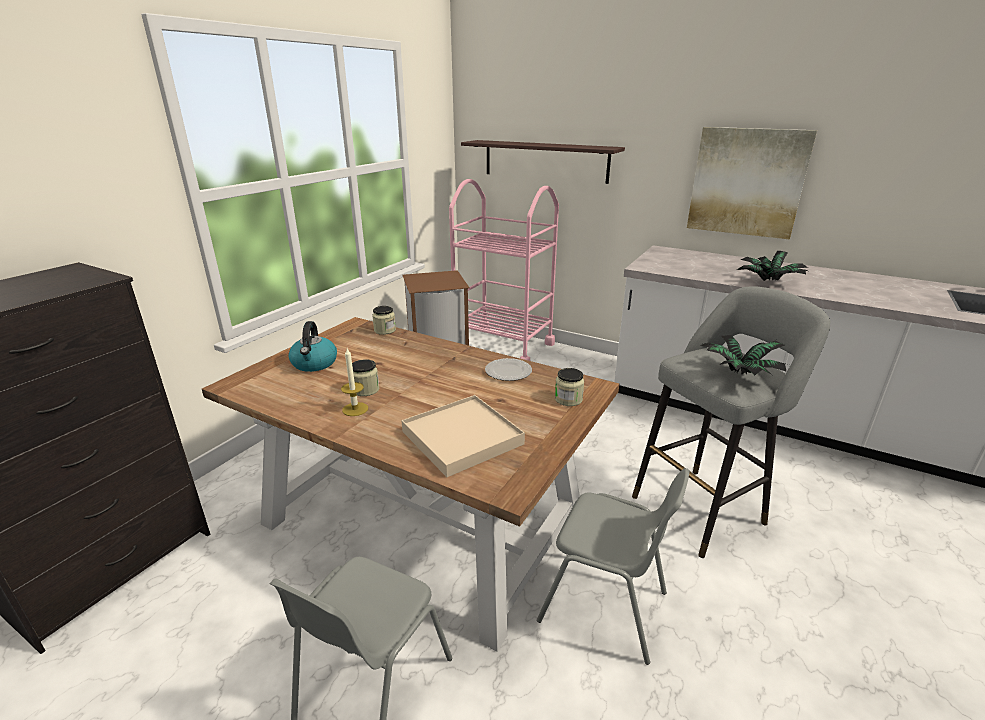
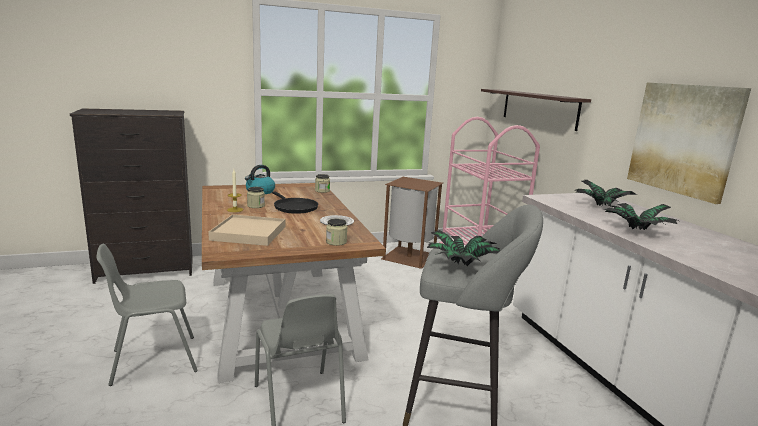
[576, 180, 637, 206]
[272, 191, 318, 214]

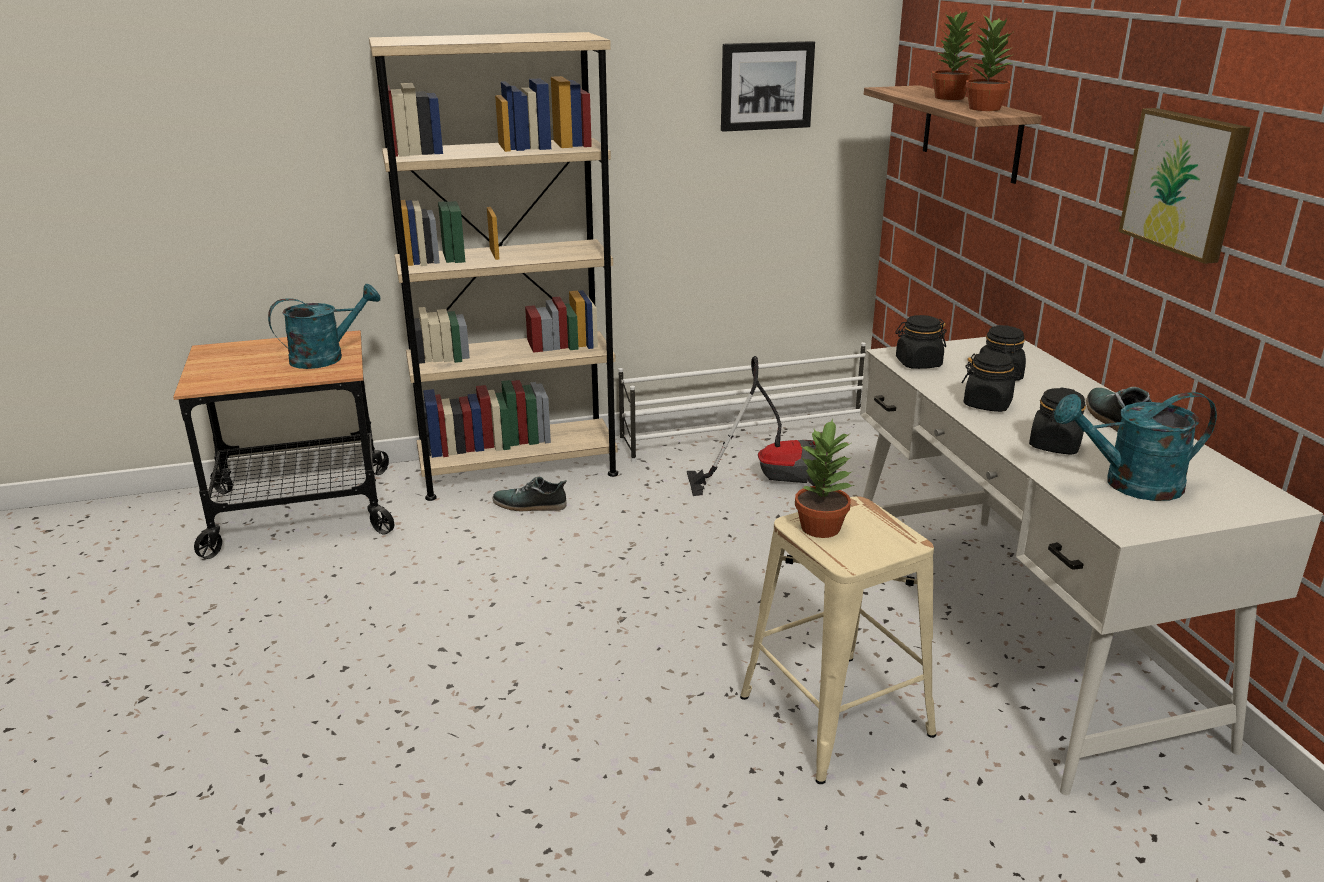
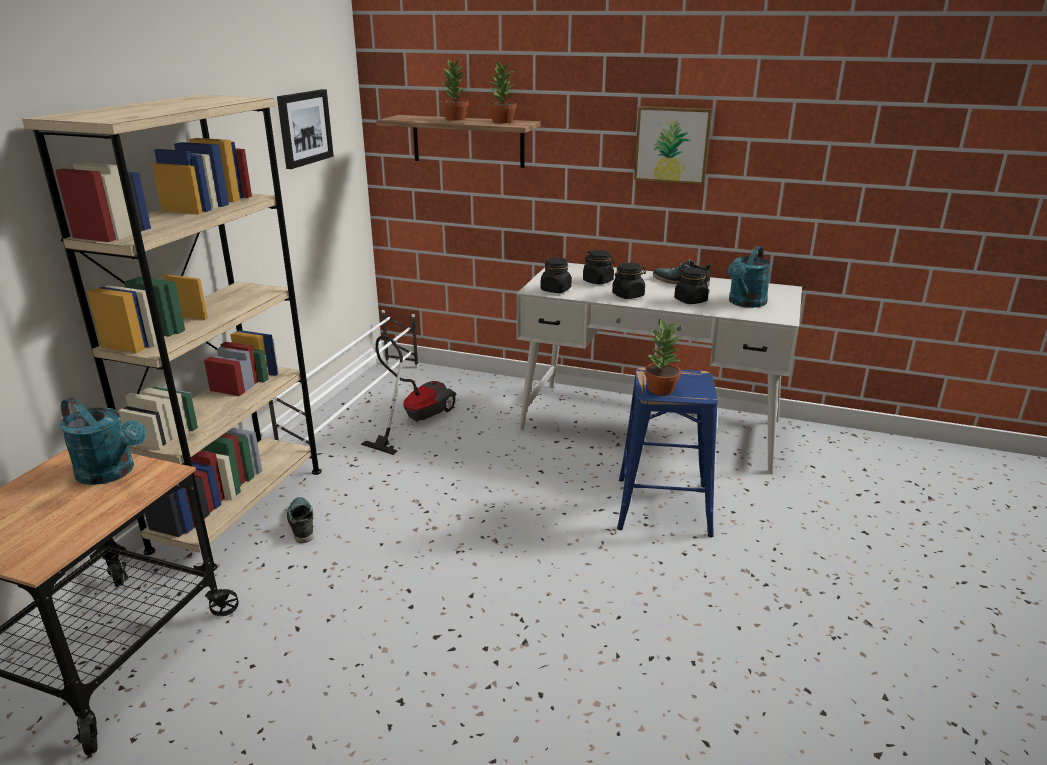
[60, 397, 146, 485]
[287, 497, 314, 543]
[617, 368, 718, 537]

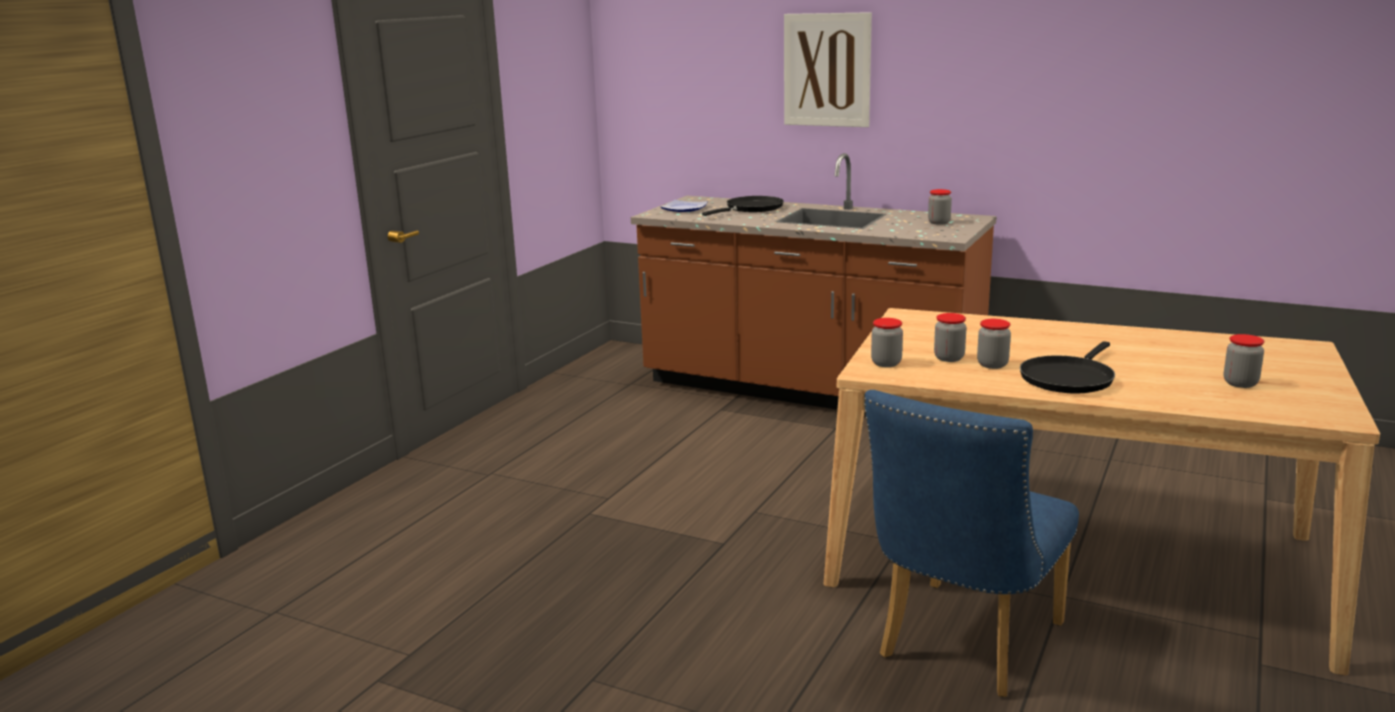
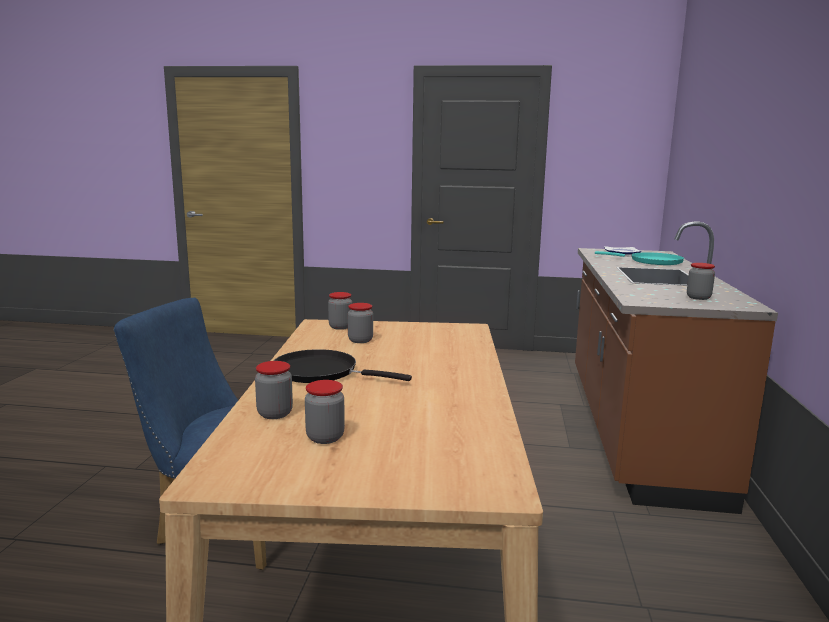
[784, 12, 872, 127] (first image)
[595, 251, 684, 265]
[255, 361, 293, 419]

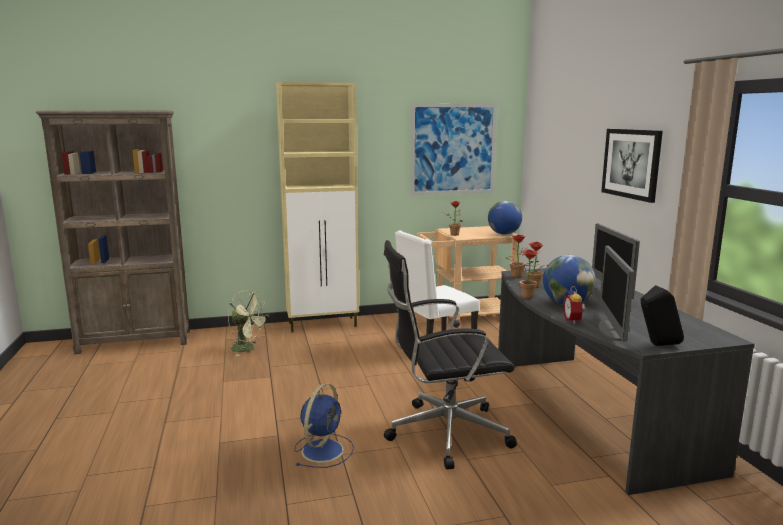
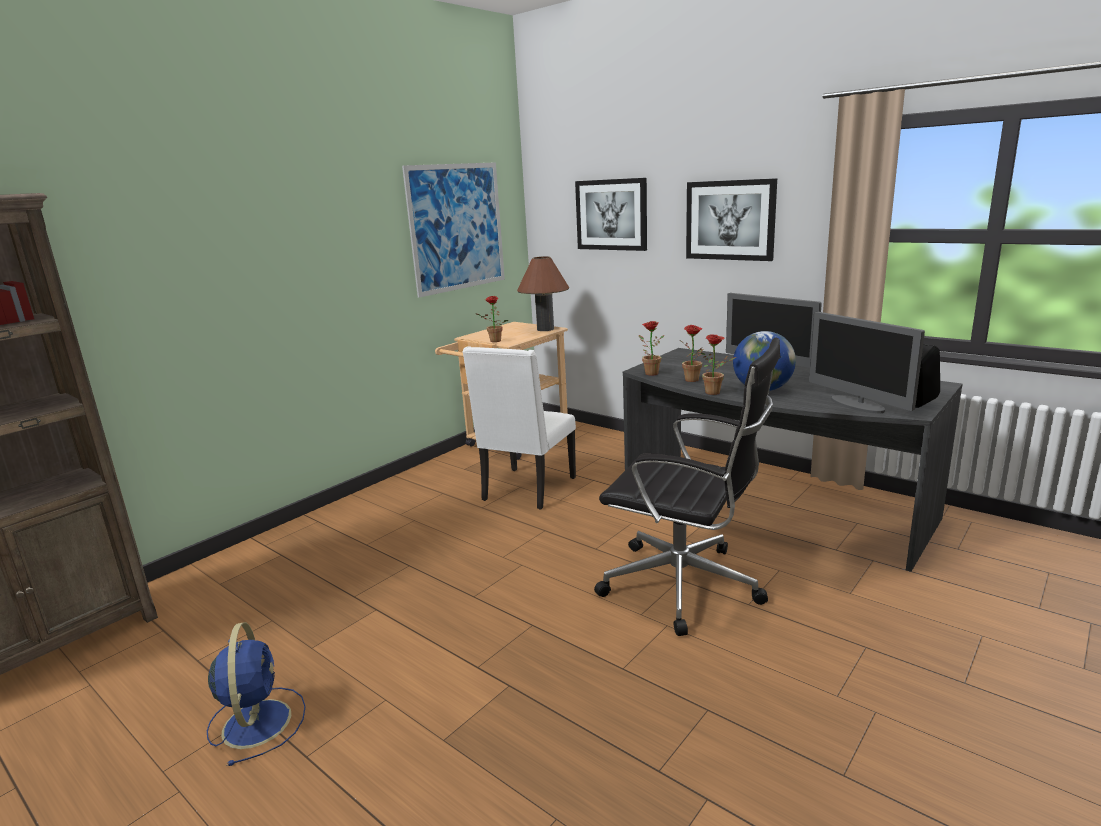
[276, 82, 359, 332] (first image)
[517, 256, 569, 331]
[594, 338, 781, 636]
[563, 286, 586, 324] (first image)
[228, 290, 268, 356] (first image)
[207, 622, 306, 766]
[575, 178, 647, 251]

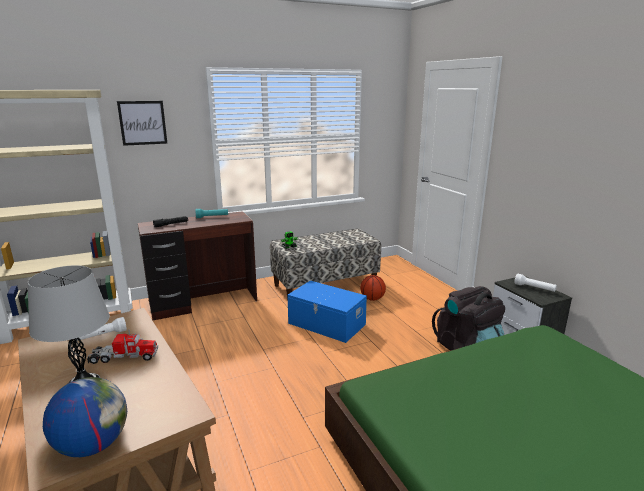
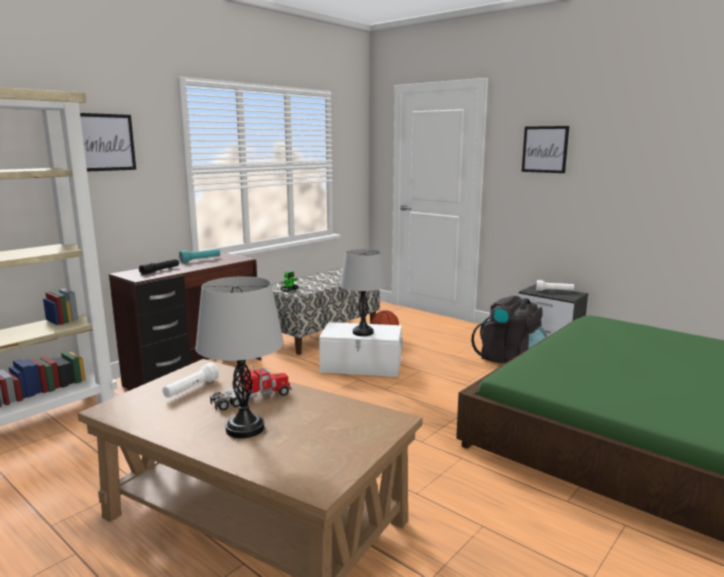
[319, 322, 403, 377]
[43, 377, 127, 457] (first image)
[522, 126, 569, 173]
[340, 249, 386, 336]

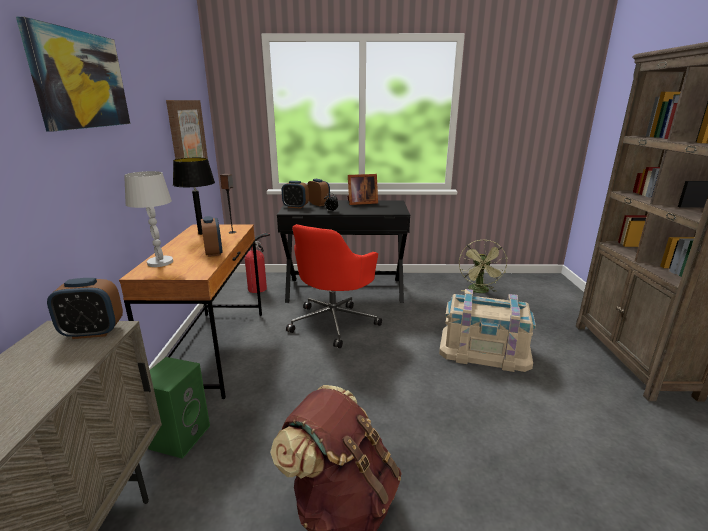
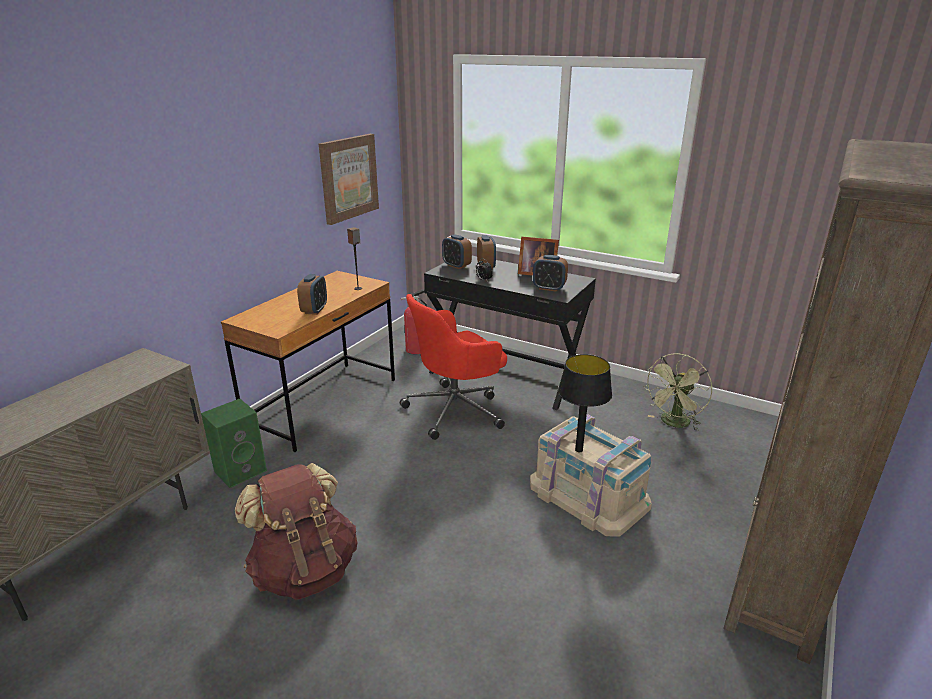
[16, 17, 130, 131] (first image)
[558, 354, 612, 452]
[124, 171, 173, 267] (first image)
[533, 255, 568, 292]

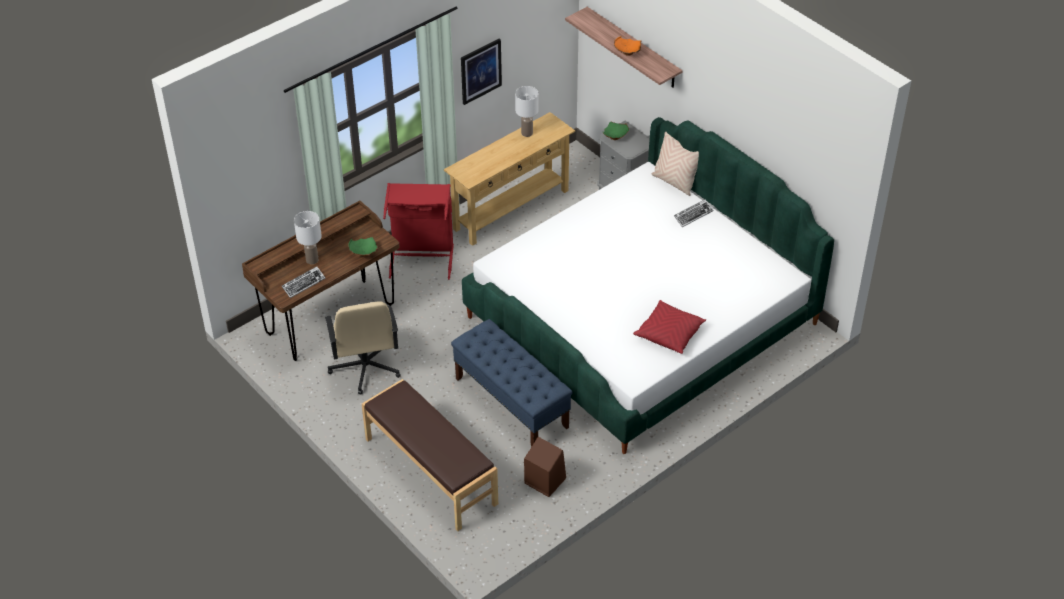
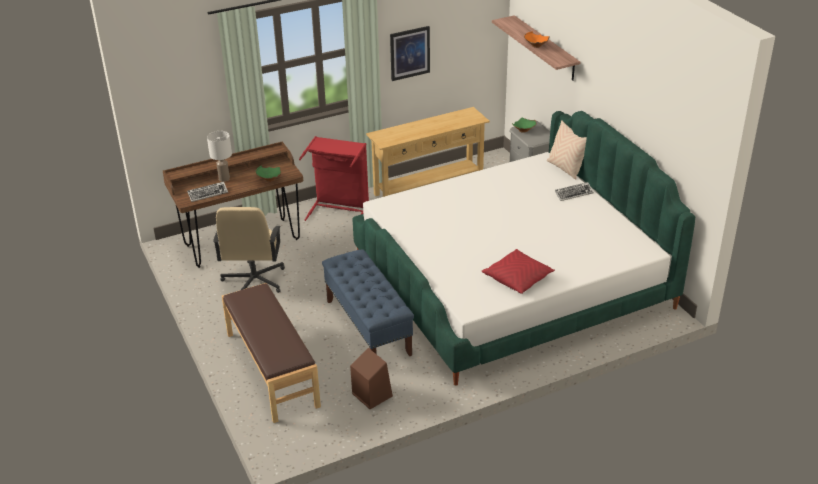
[515, 86, 539, 137] (first image)

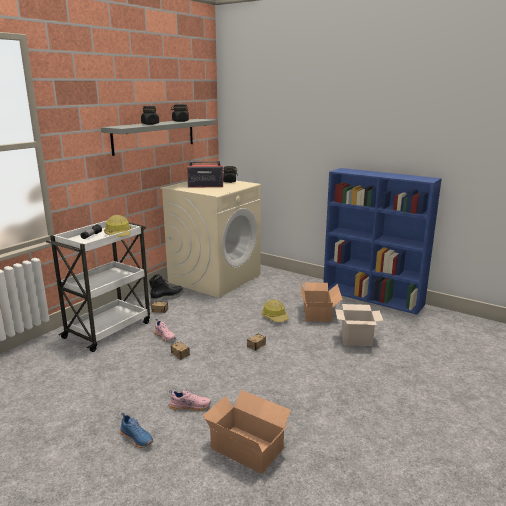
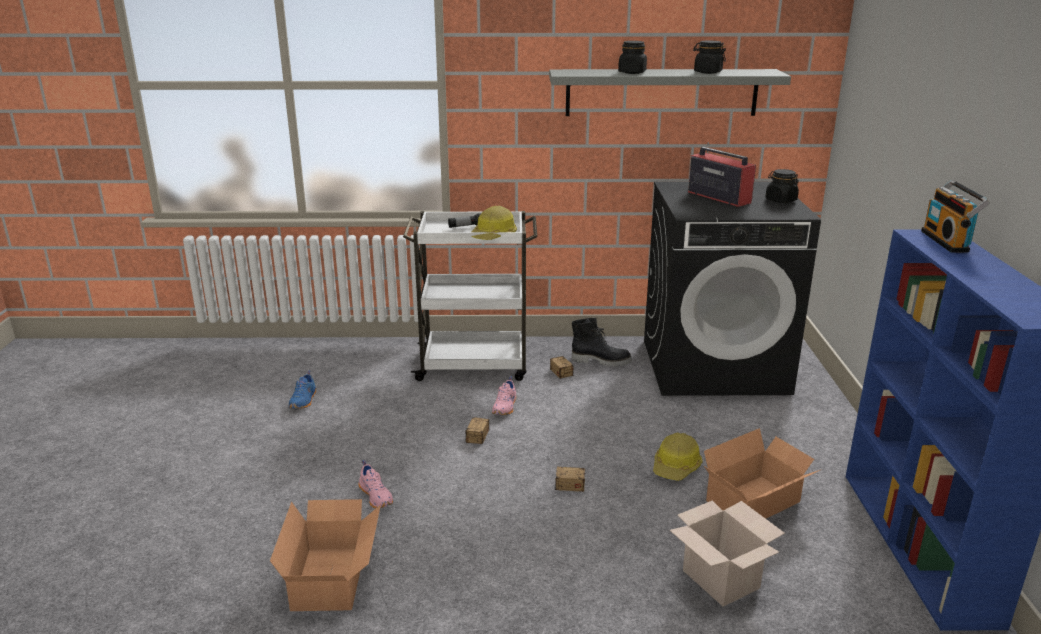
[644, 182, 821, 396]
[289, 371, 316, 409]
[921, 180, 990, 252]

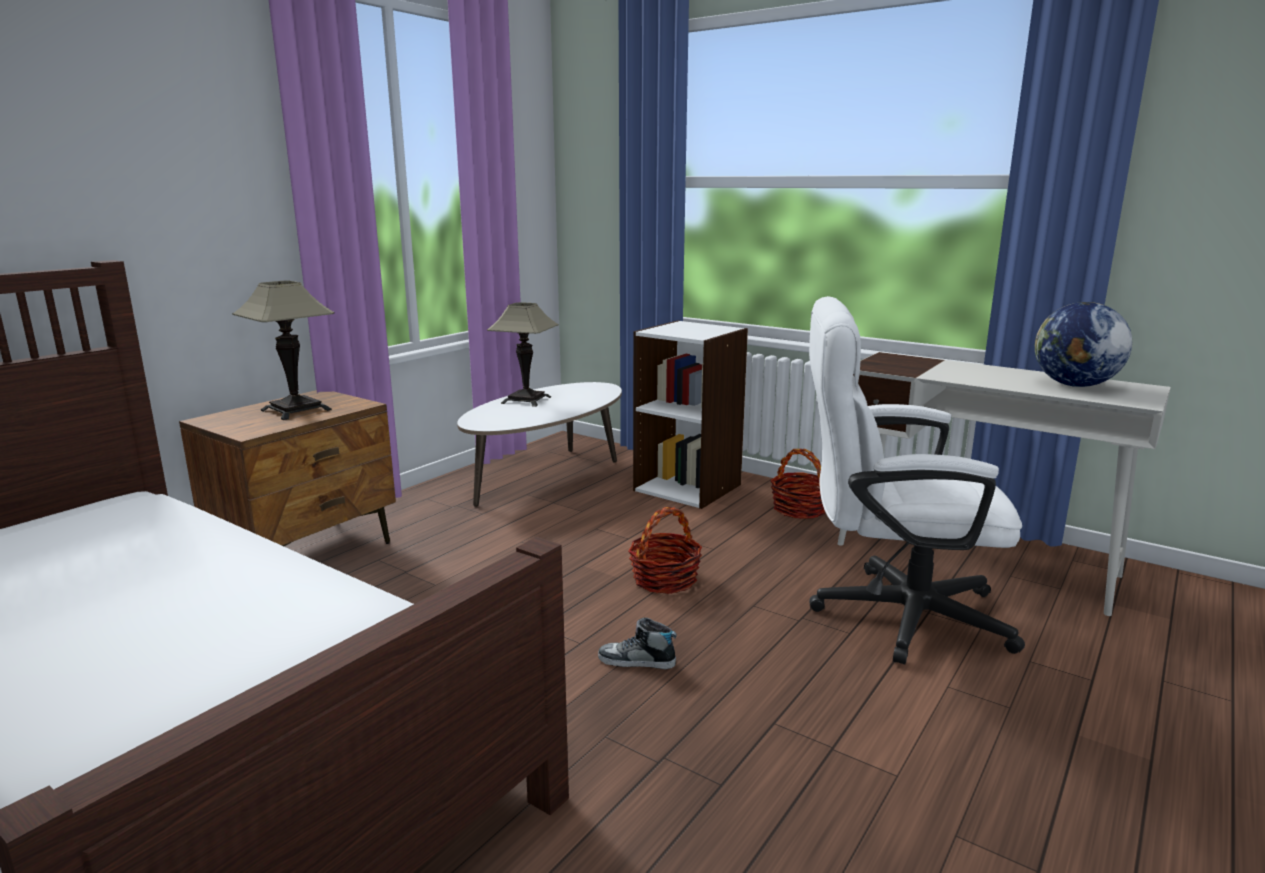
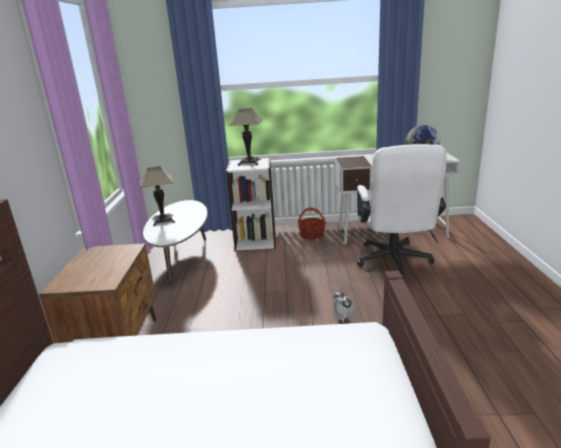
[229, 108, 263, 166]
[357, 144, 447, 278]
[628, 507, 702, 594] (first image)
[333, 290, 354, 323]

